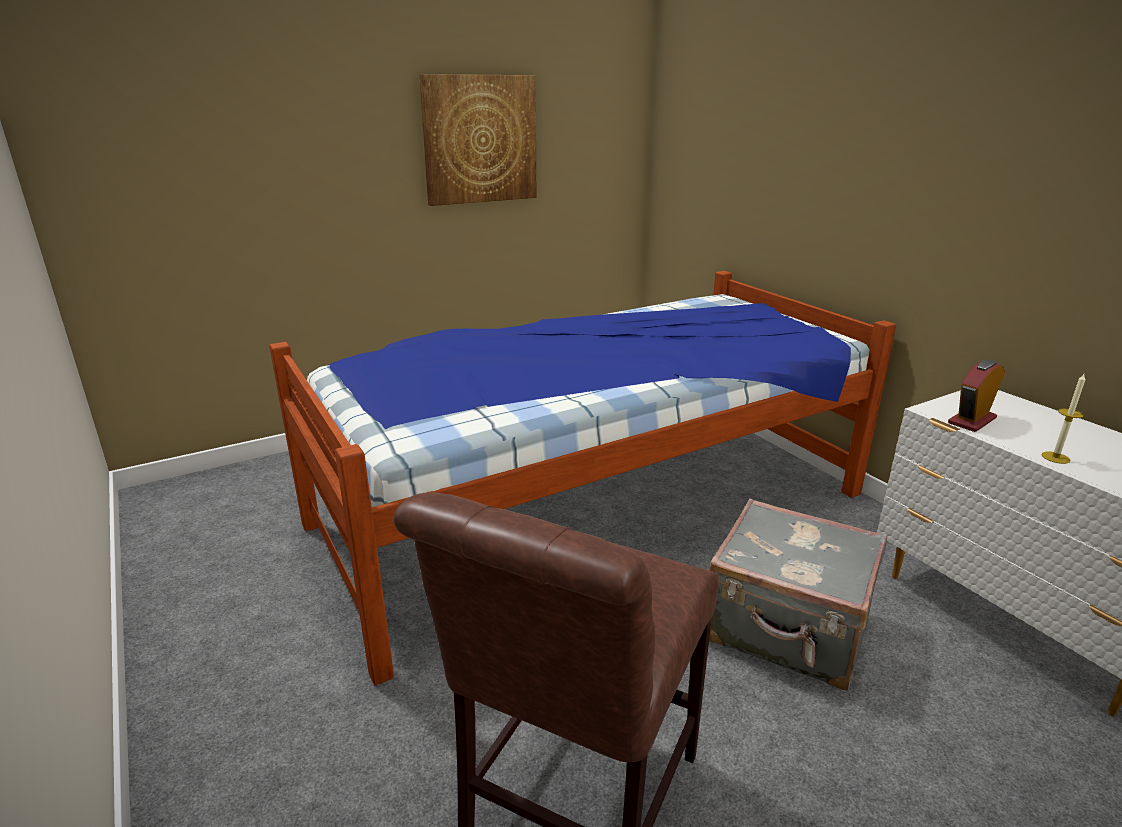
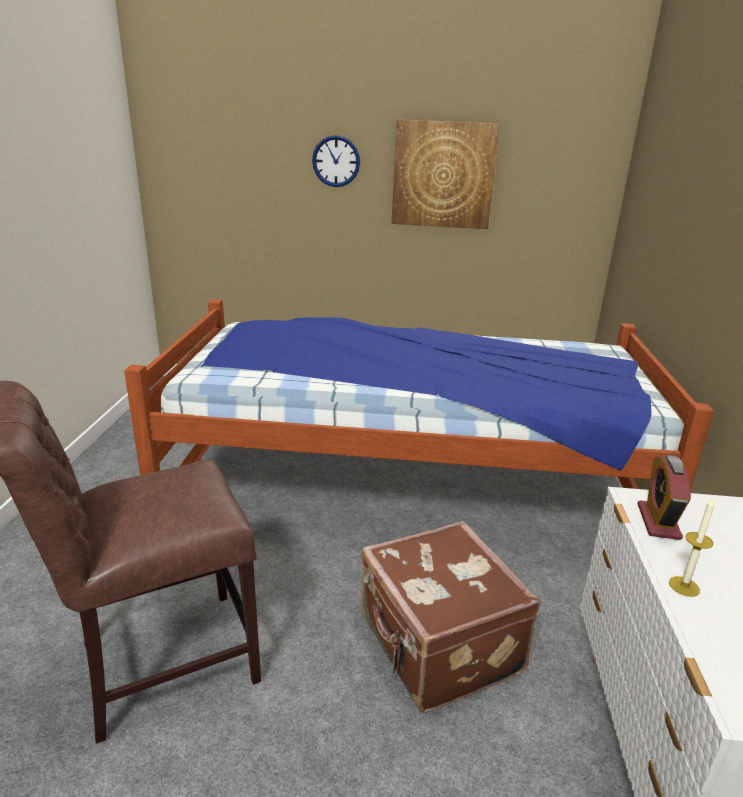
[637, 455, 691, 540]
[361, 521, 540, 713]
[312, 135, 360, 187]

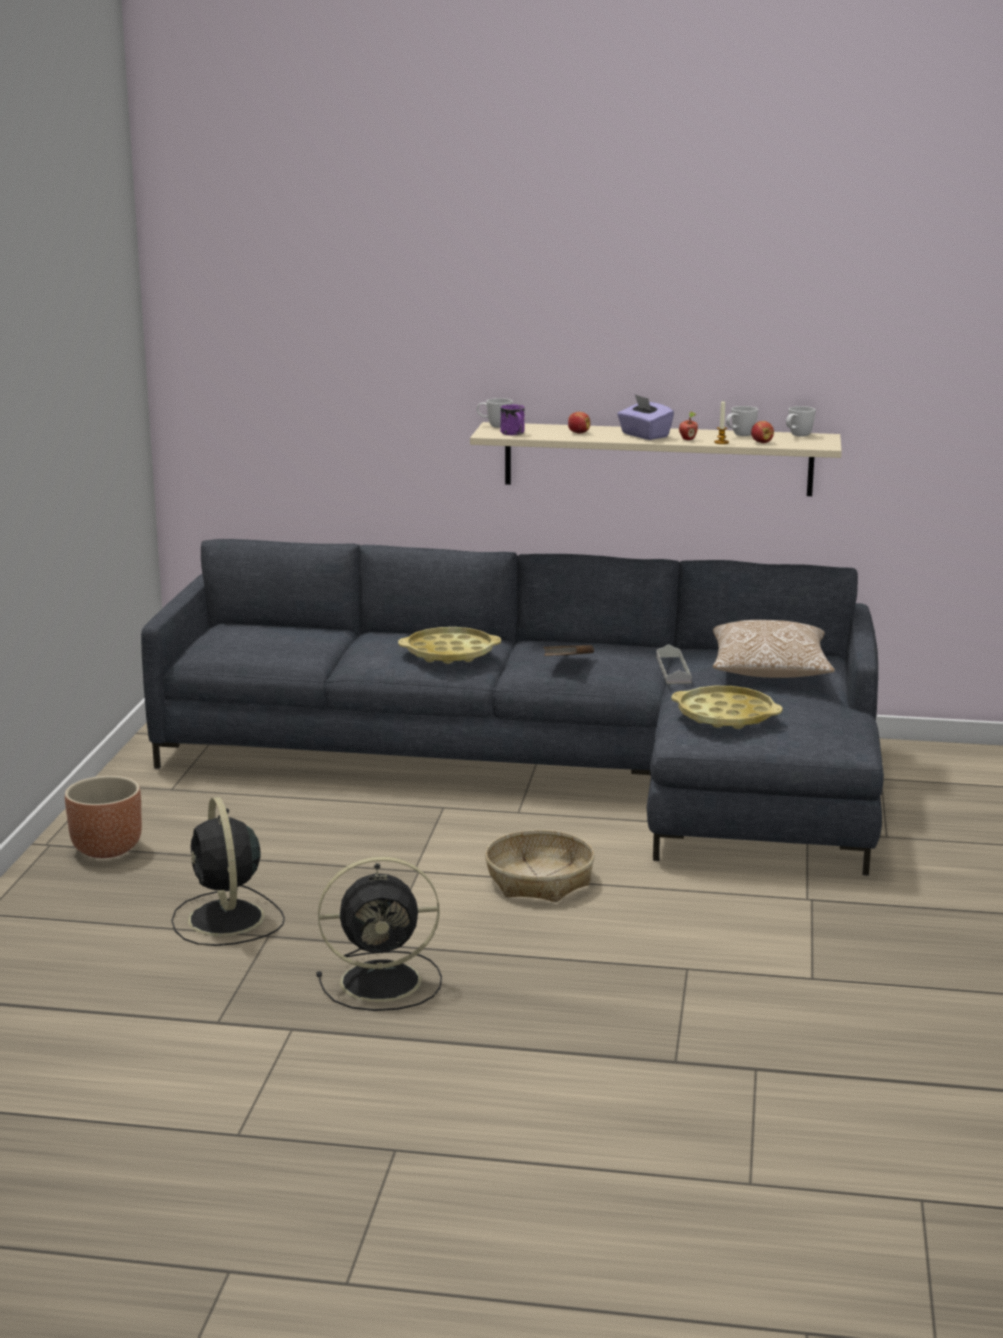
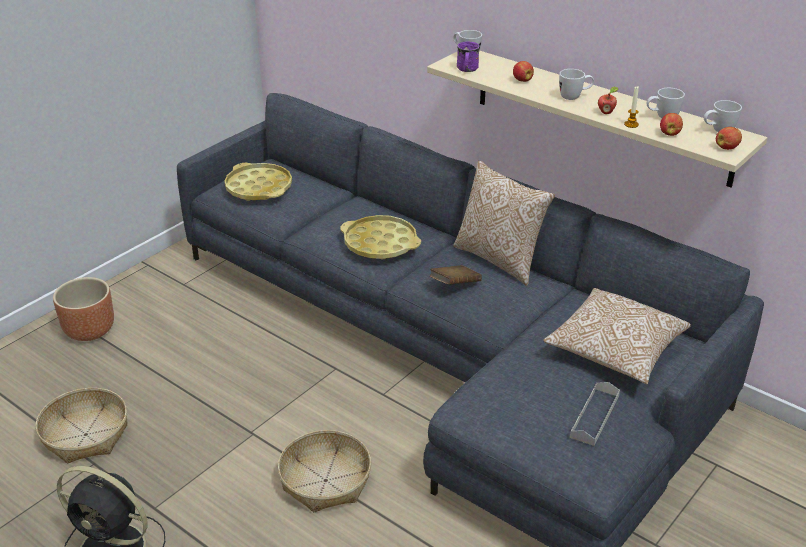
[559, 69, 594, 100]
[570, 382, 620, 446]
[224, 163, 292, 201]
[35, 388, 128, 463]
[716, 127, 742, 150]
[453, 161, 555, 286]

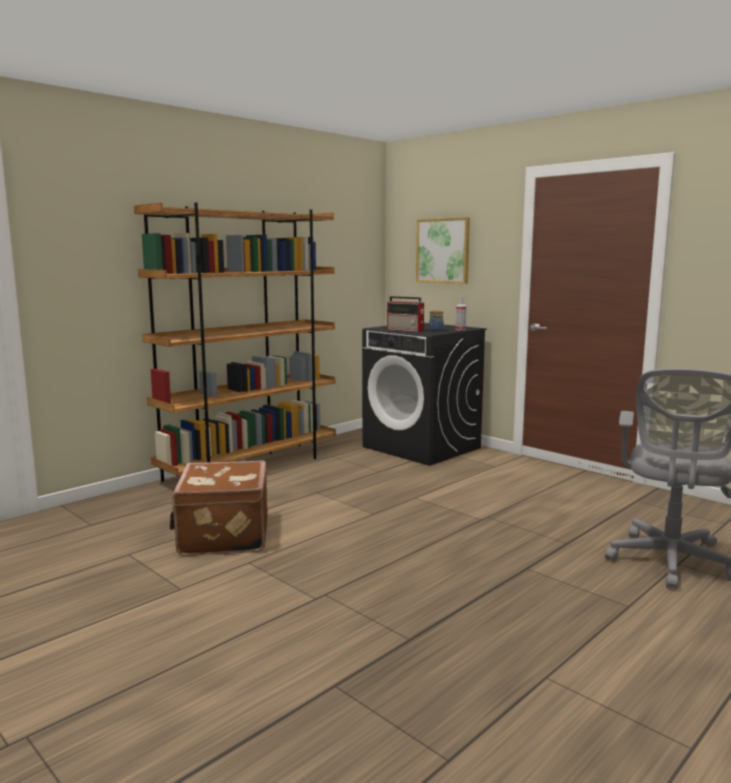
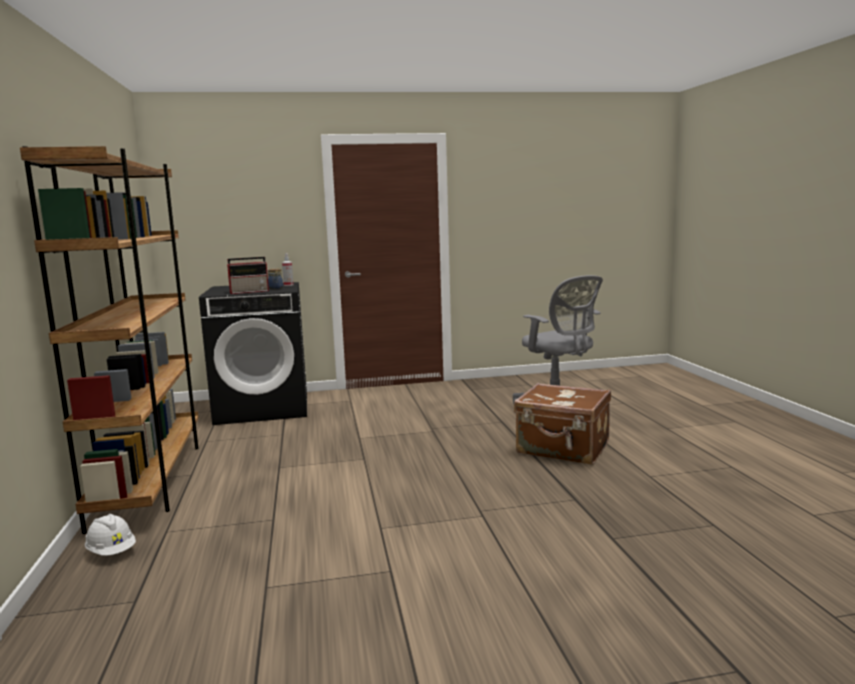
[416, 217, 470, 284] (first image)
[514, 383, 611, 465]
[85, 514, 136, 556]

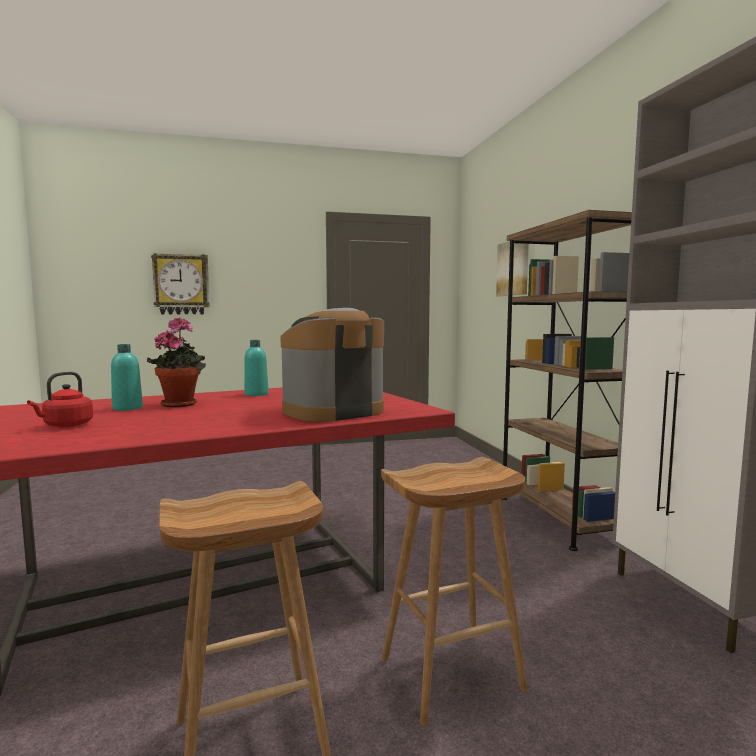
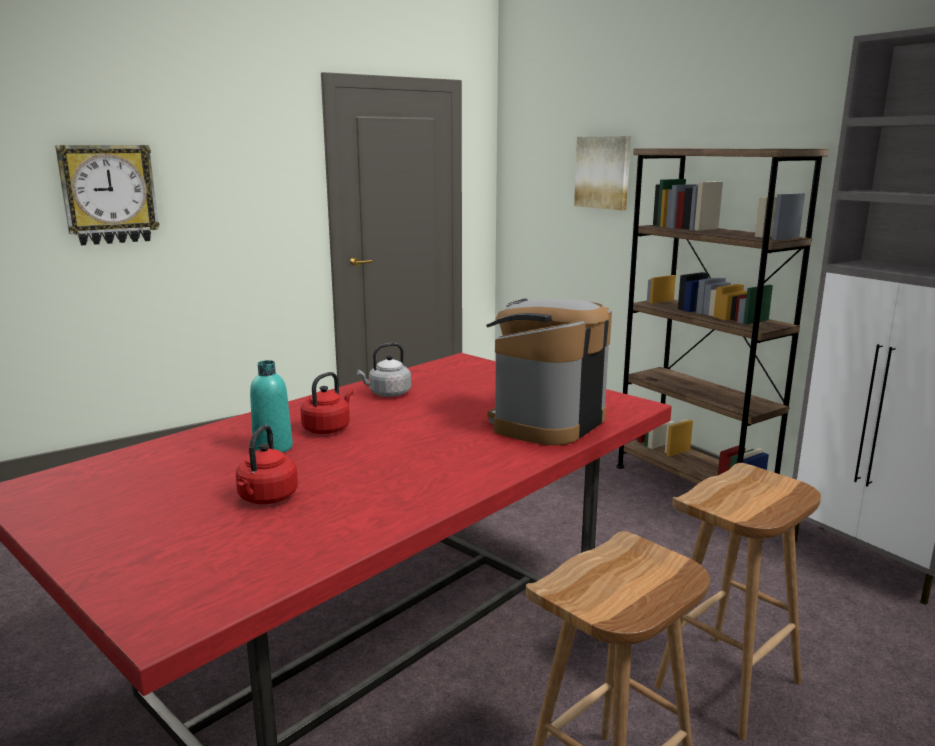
[300, 372, 353, 434]
[357, 343, 411, 397]

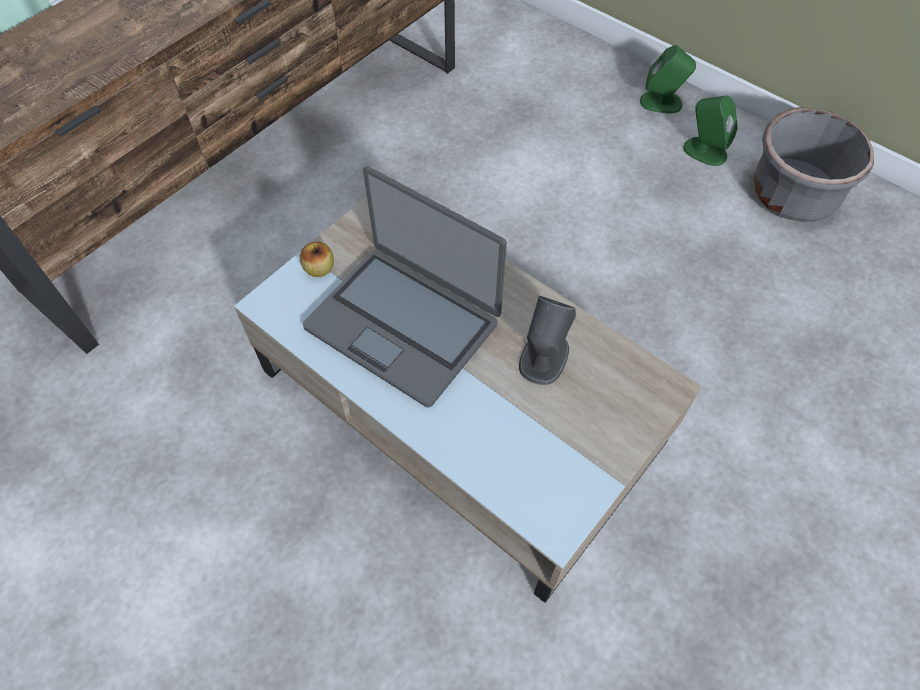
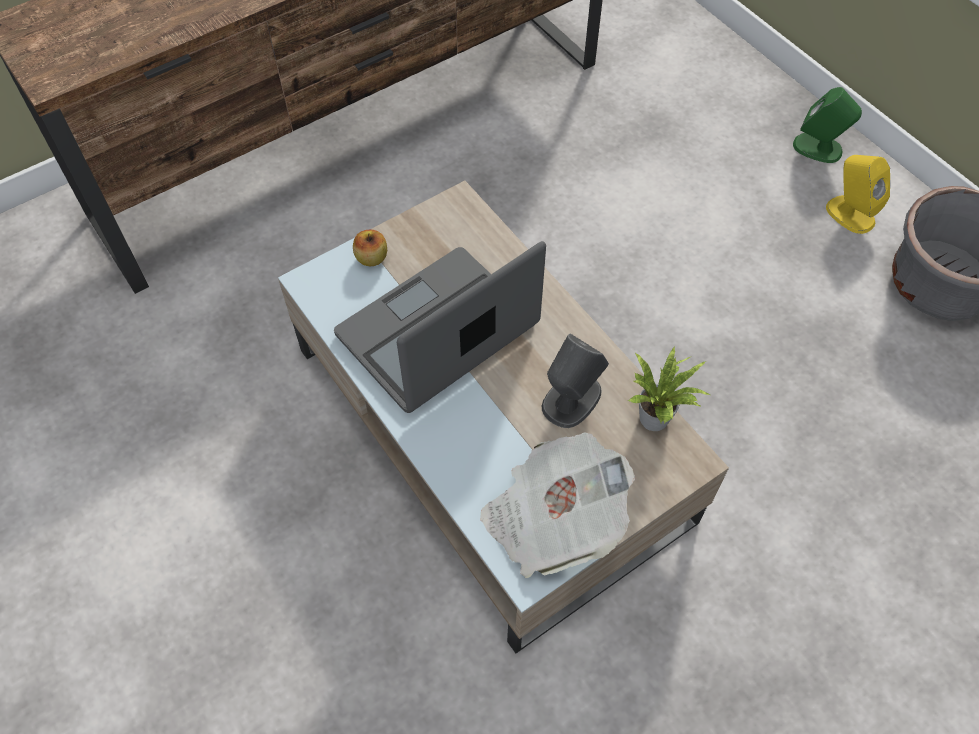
[826, 155, 890, 234]
[334, 241, 546, 413]
[628, 347, 710, 431]
[480, 433, 635, 578]

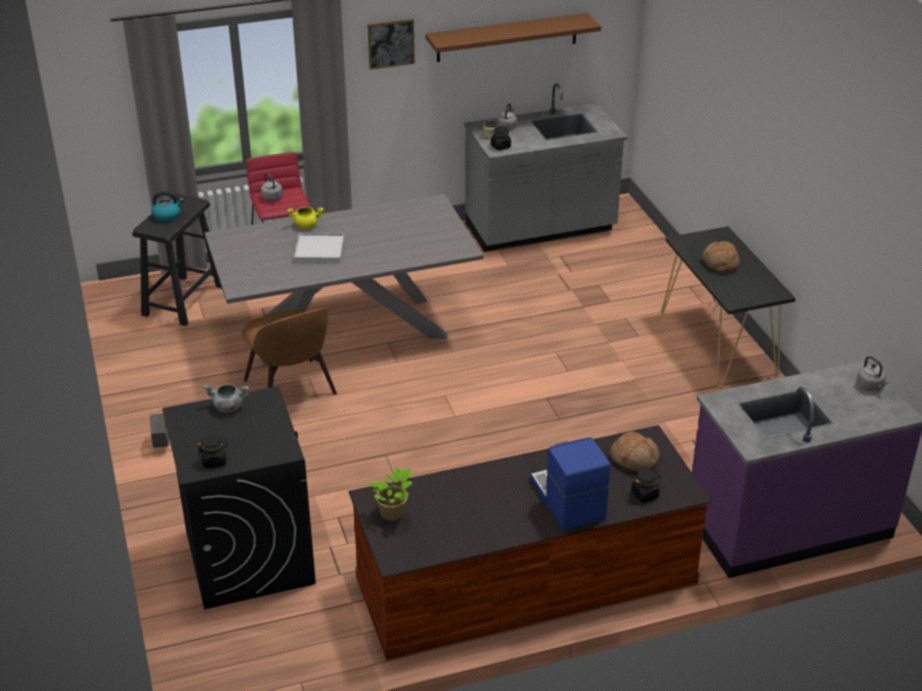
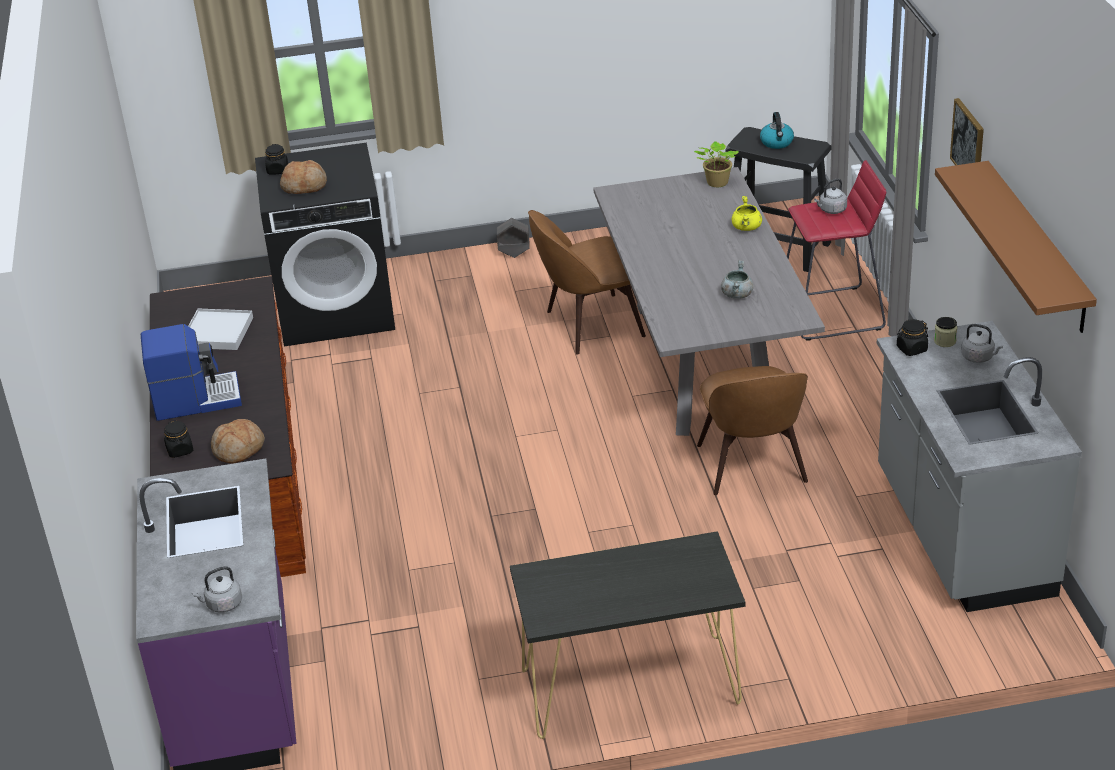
[188, 309, 253, 350]
[280, 160, 327, 194]
[721, 260, 753, 299]
[694, 141, 739, 187]
[697, 366, 808, 495]

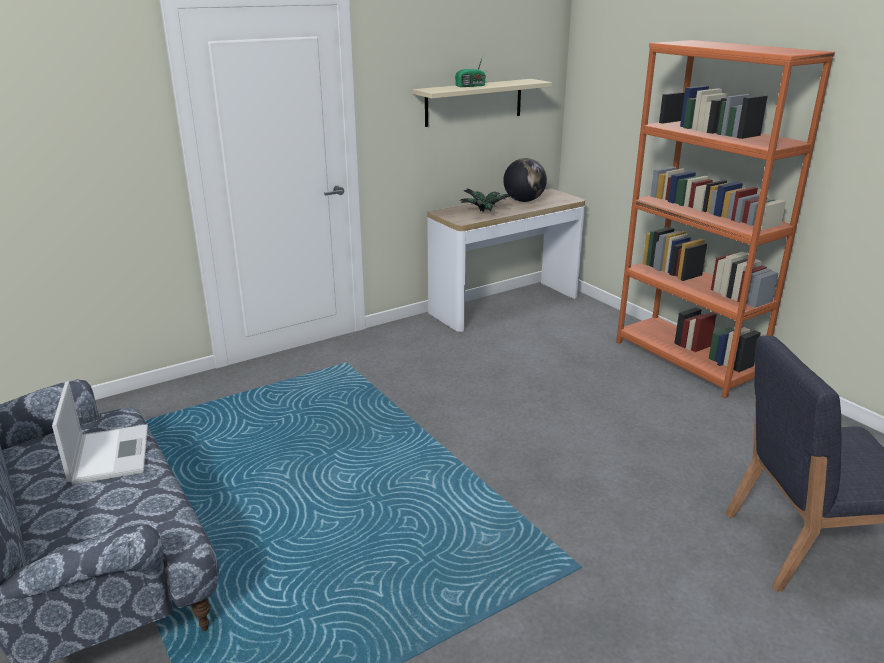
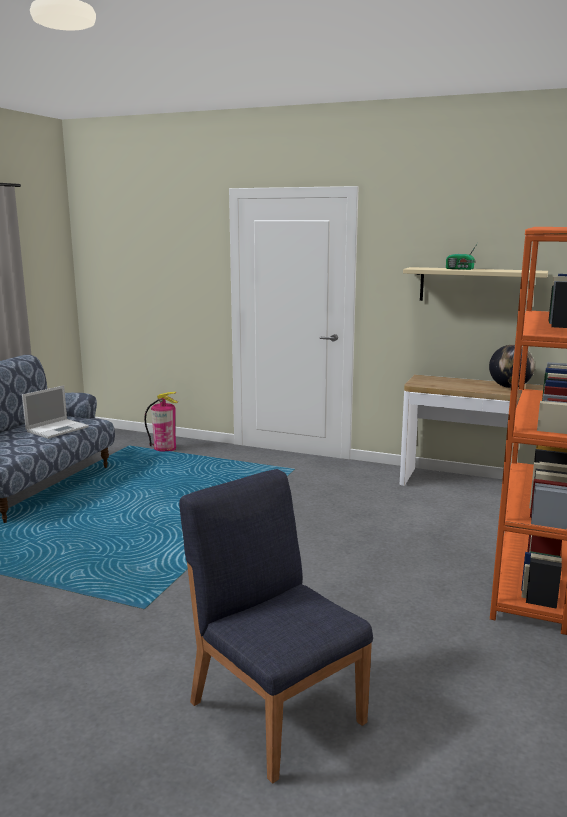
[459, 189, 511, 212] (first image)
[144, 392, 178, 451]

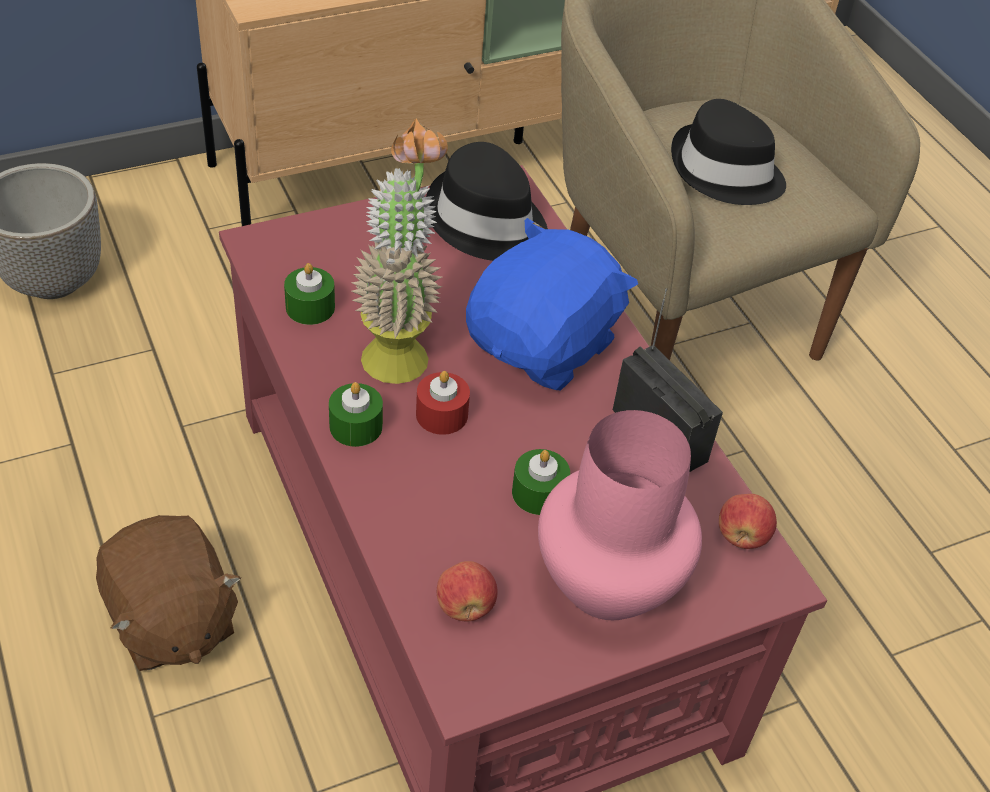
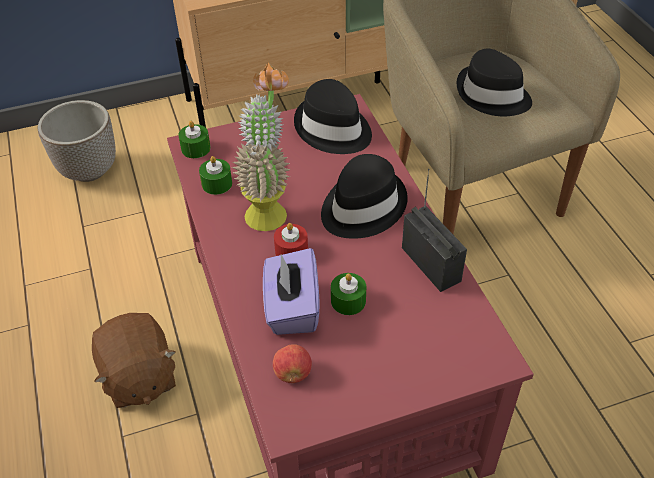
[321, 154, 408, 239]
[178, 121, 211, 158]
[538, 410, 702, 620] (first image)
[719, 494, 777, 549] (first image)
[263, 248, 320, 335]

